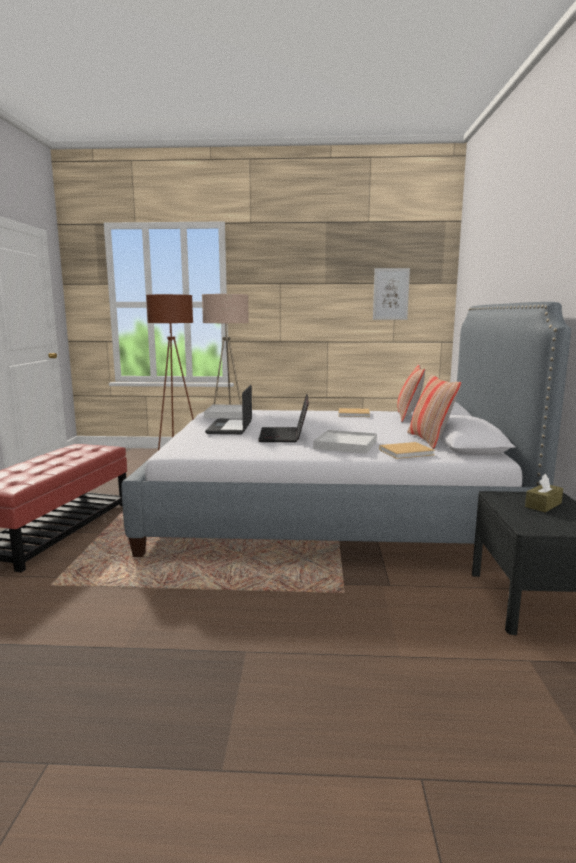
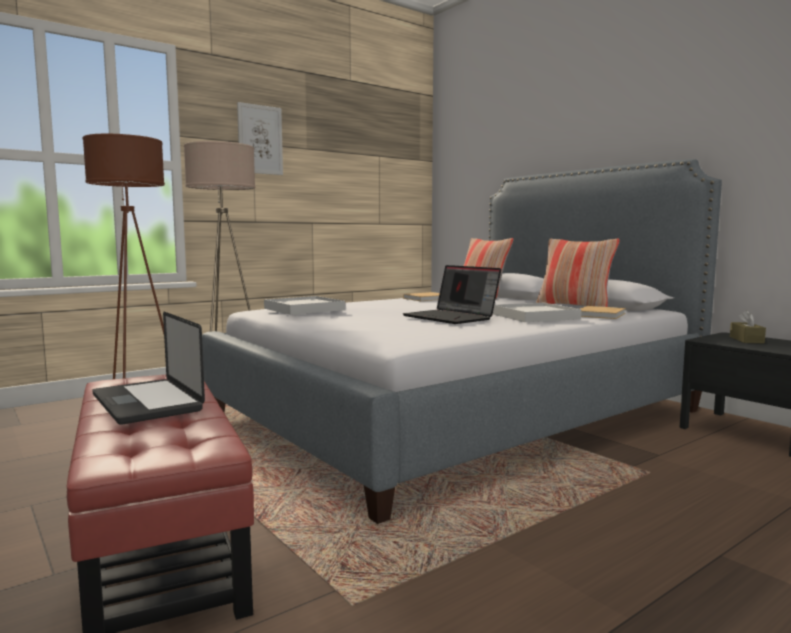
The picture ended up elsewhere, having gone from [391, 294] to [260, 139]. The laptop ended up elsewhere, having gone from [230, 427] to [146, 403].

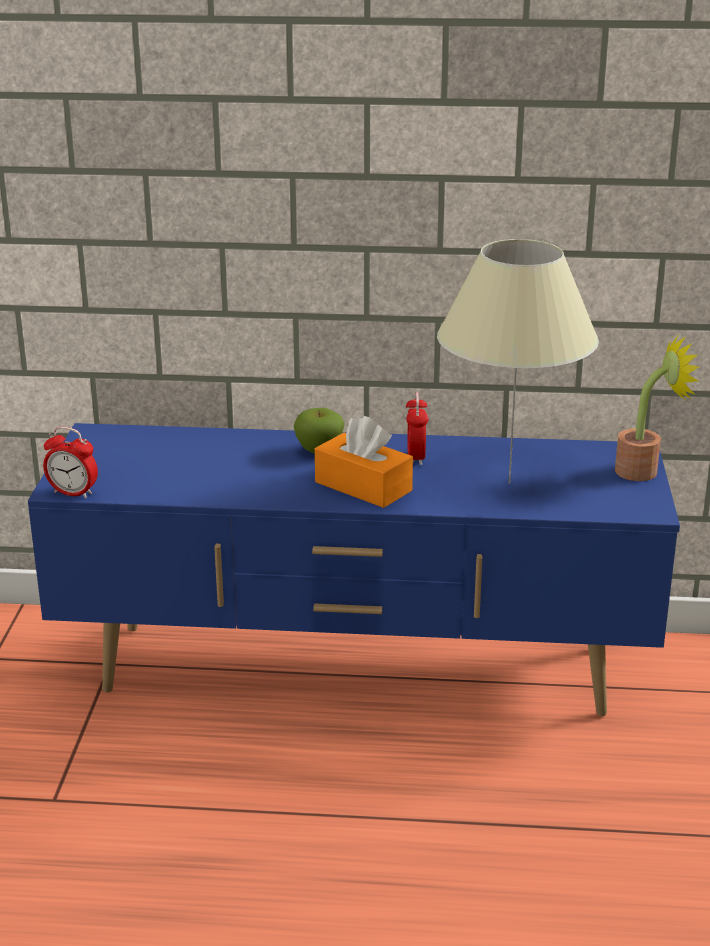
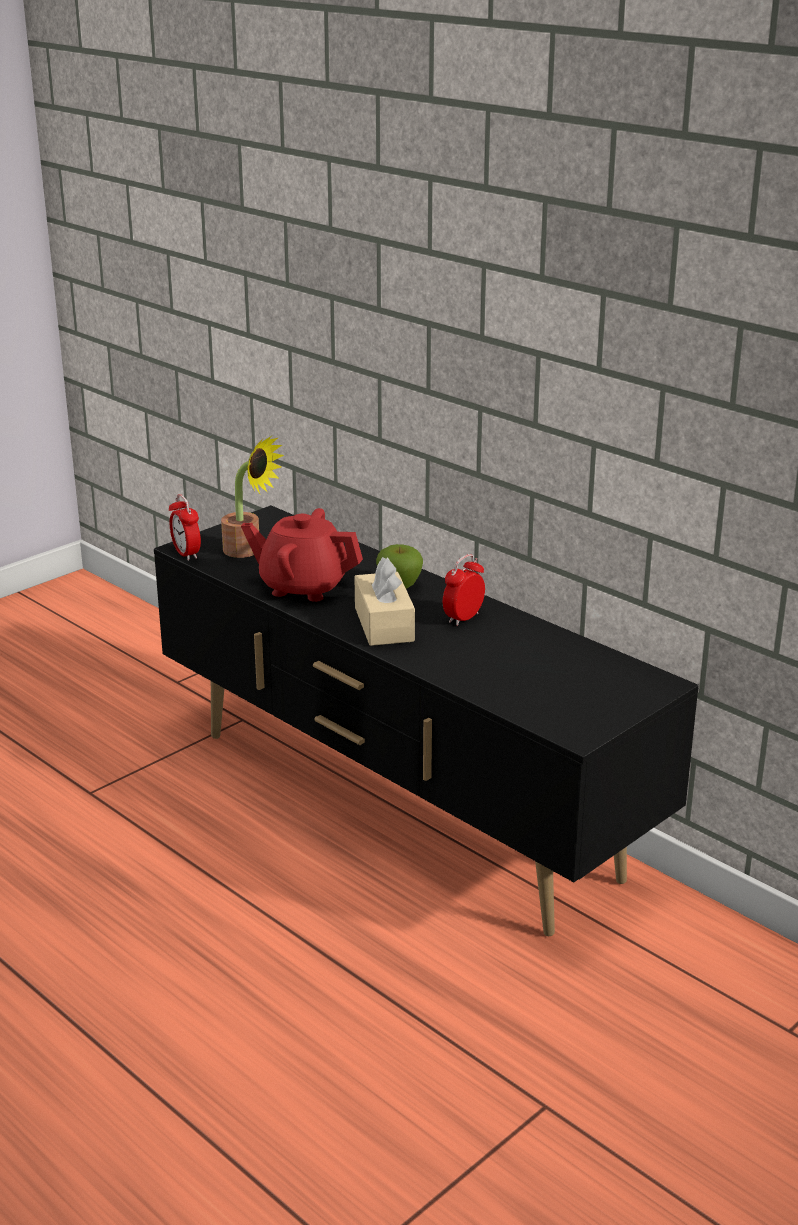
The second view lost the table lamp in sand-coloured at [510, 483]. The potted plant ended up elsewhere, having gone from [644, 470] to [248, 551]. What was the tissue box in orange at [363, 486] turned into the tissue box in sand-coloured at [384, 624]. What was the media console in blue-coloured at [357, 672] turned into the media console in black at [401, 806]. The second view gained the tea pot in red at [303, 587].

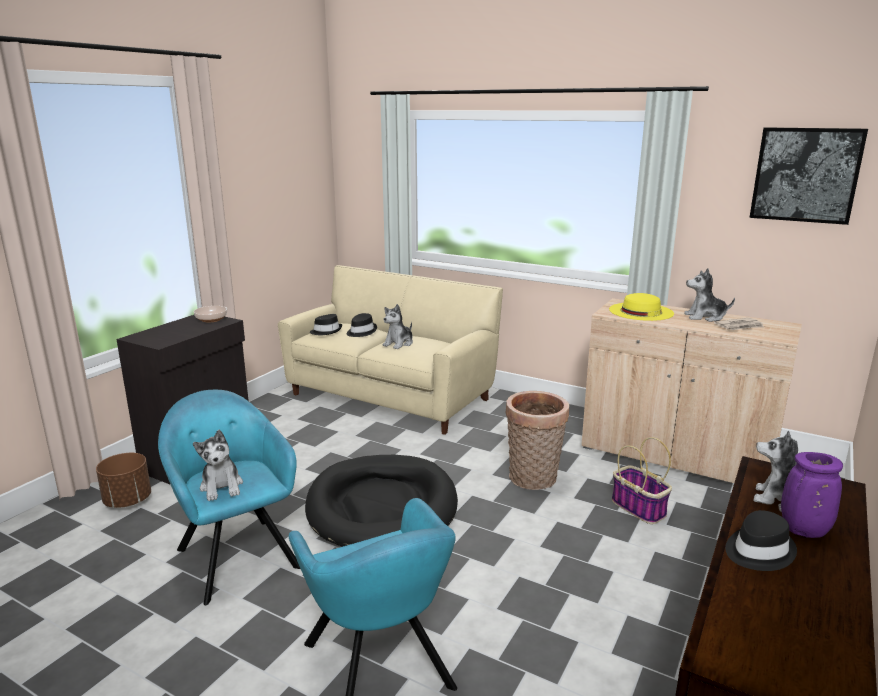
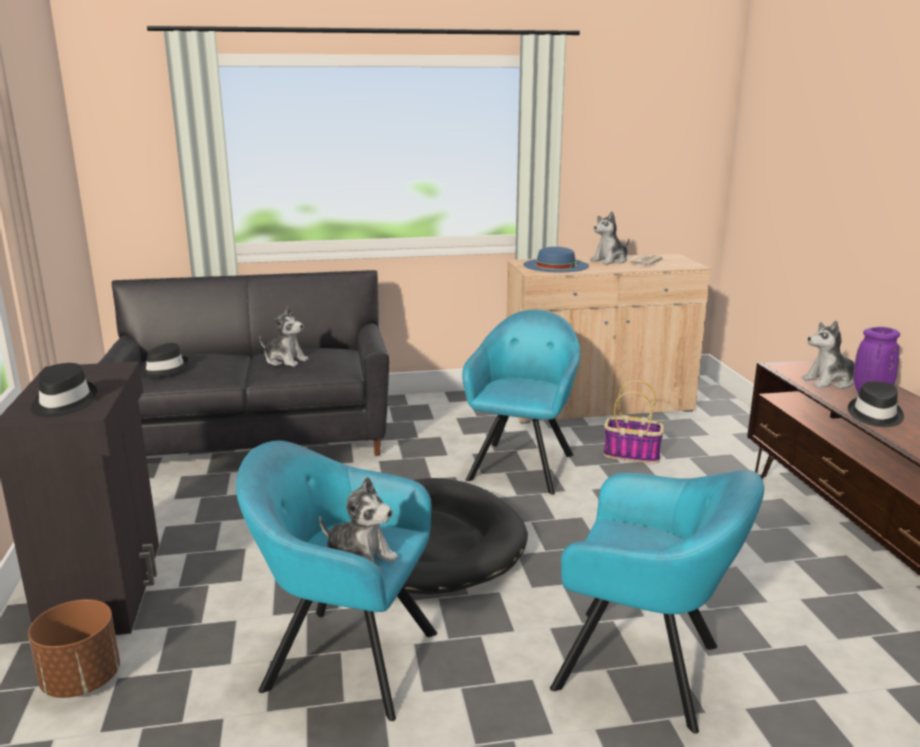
The second view lost the picture at [805, 175]. What was the settee in sand-coloured at [390, 397] turned into the settee in black at [258, 439]. What was the wearable hat in yellow-coloured at [641, 311] turned into the wearable hat in blue-coloured at [556, 265]. The plush toy at [399, 343] ended up facing another way, 60 degrees counterclockwise from before. The second view lost the deep dish at [211, 319]. The wearable hat in black ended up elsewhere, having gone from [361, 332] to [63, 403]. Where the basket stood at [533, 480], the lounge chair in turquoise came to stand at [522, 464].

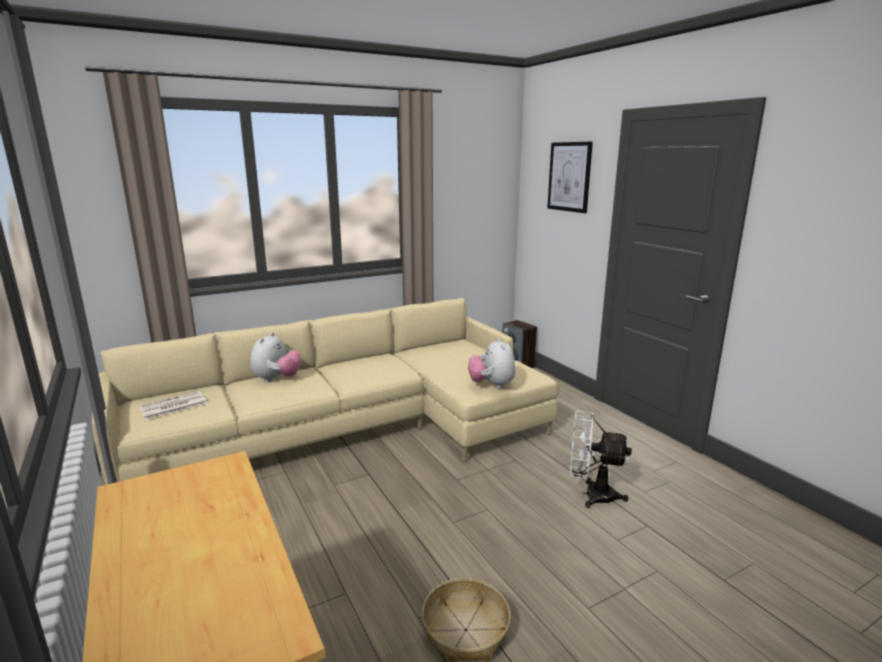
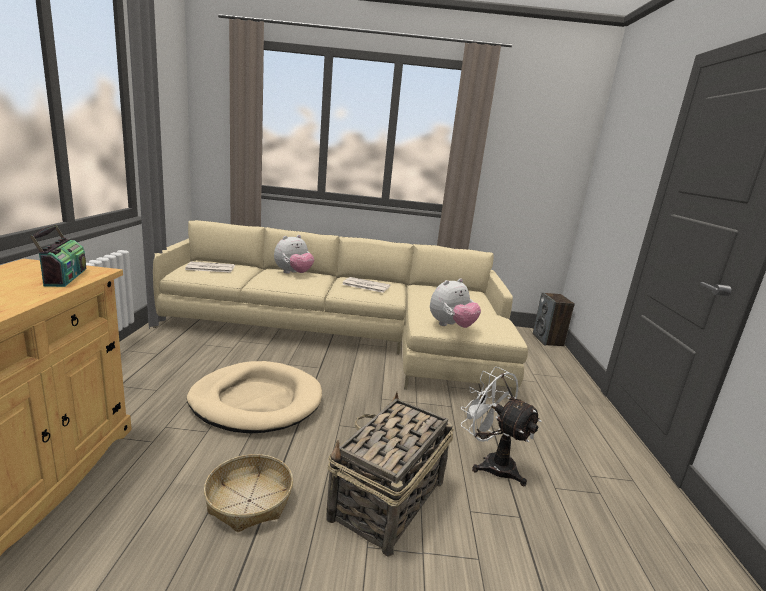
The second view lost the picture at [569, 177]. The plush toy at [492, 385] ended up facing another way, 150 degrees counterclockwise from before. The second view gained the radio at [63, 277]. The second view gained the newspaper at [365, 285]. The second view gained the dog bed in sand-coloured at [256, 401]. The second view gained the basket at [387, 500].

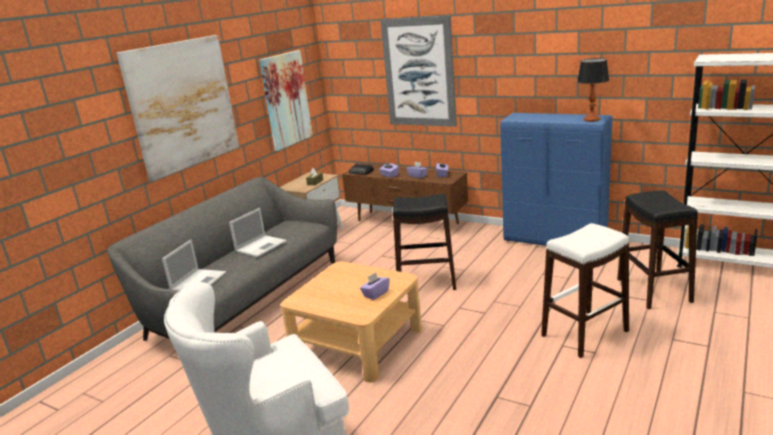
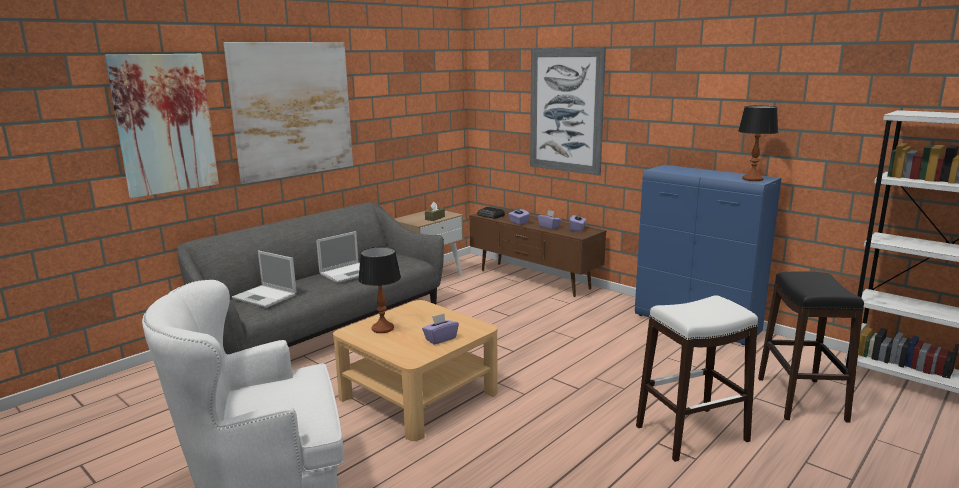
The picture ended up elsewhere, having gone from [286, 100] to [165, 124]. The second view lost the stool seat in black at [426, 281]. The laptop at [199, 281] ended up facing another way, 90 degrees clockwise from before. The second view gained the table lamp at [383, 328].

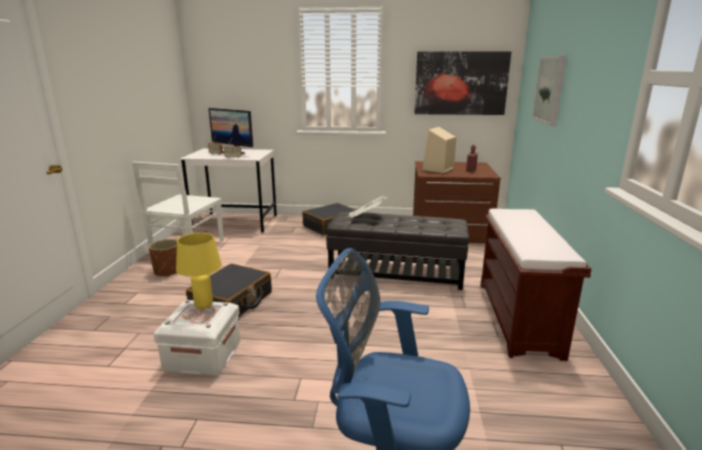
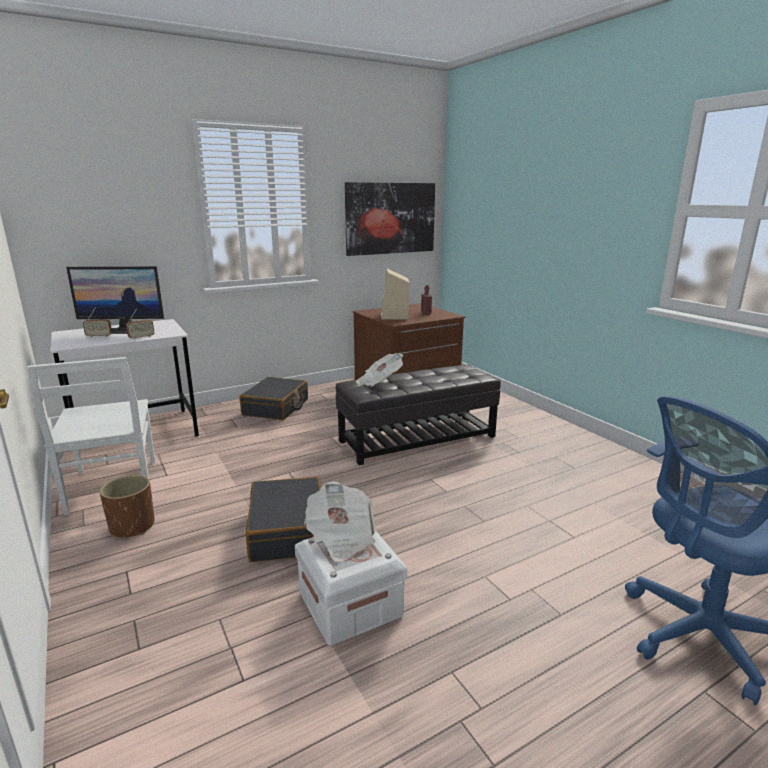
The second view lost the picture at [550, 90]. The second view lost the bench in brown at [519, 318]. Where the table lamp in yellow-coloured stood at [203, 306], the newspaper came to stand at [341, 537].

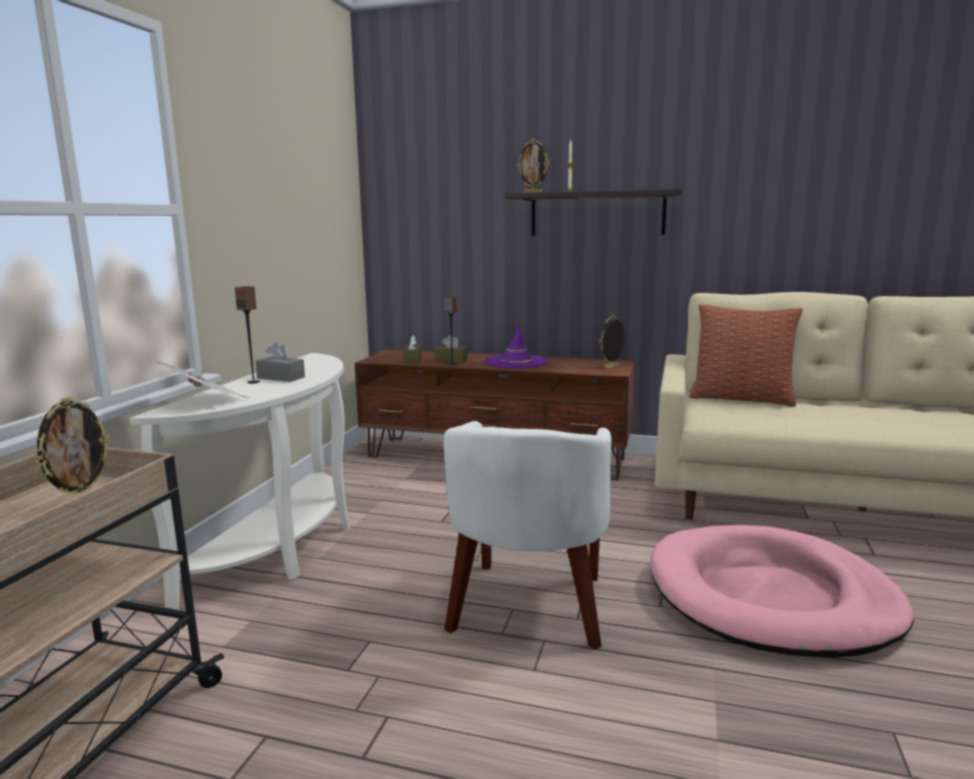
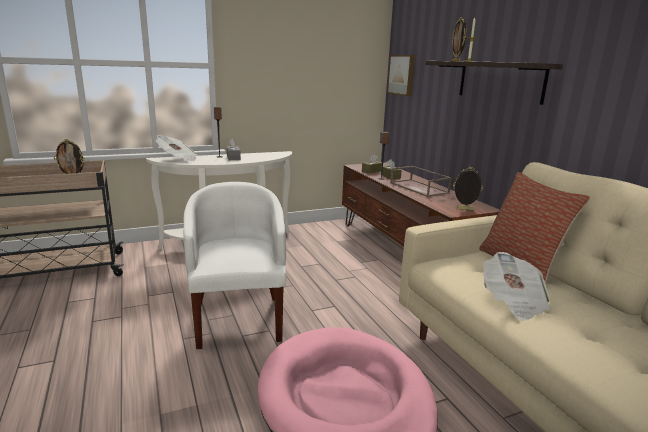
Where the wearable hat in purplish stood at [516, 362], the carrying tray in brown came to stand at [419, 188]. The lounge chair in white-coloured at [528, 608] ended up facing another way, 105 degrees clockwise from before. The second view gained the picture at [402, 75]. The second view gained the newspaper at [513, 302].

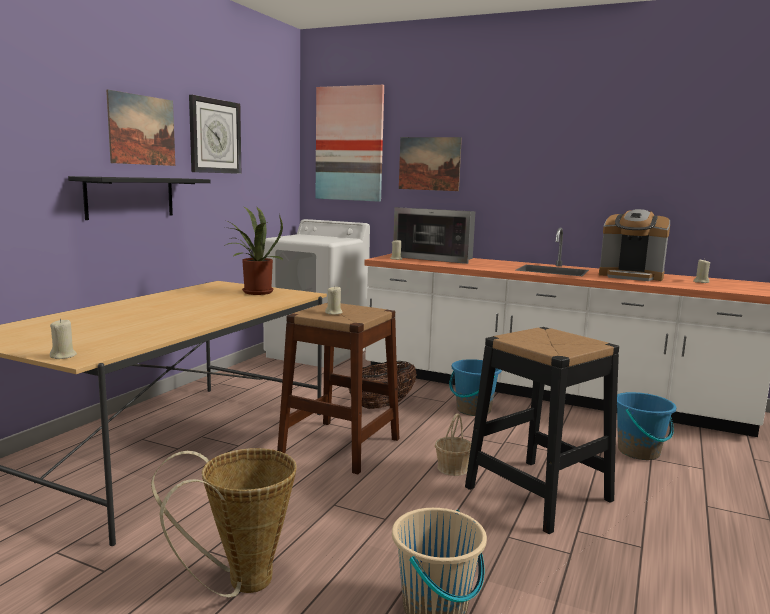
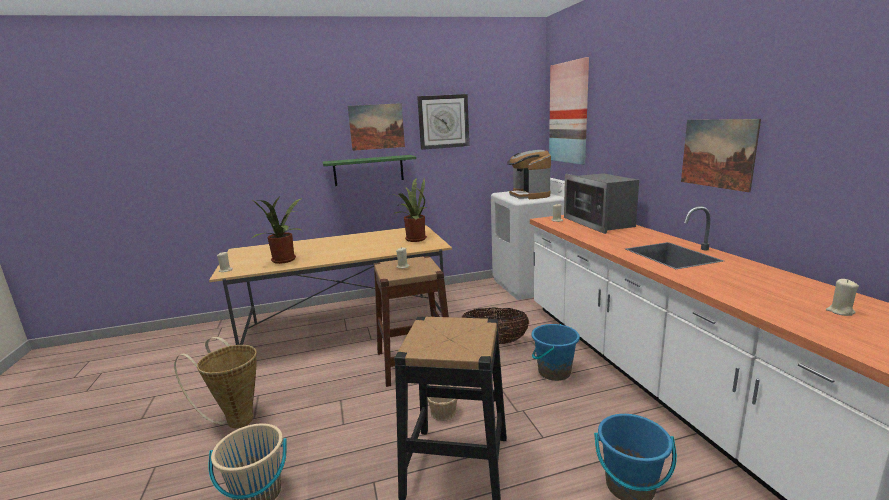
The picture ended up elsewhere, having gone from [429, 163] to [717, 153]. What was the wall shelf in black at [130, 197] turned into the wall shelf in green-coloured at [368, 170]. The coffee machine ended up elsewhere, having gone from [631, 276] to [529, 195]. The second view gained the potted plant at [285, 260].

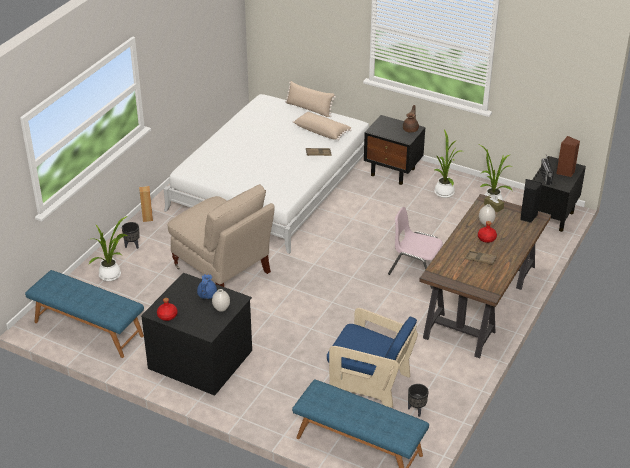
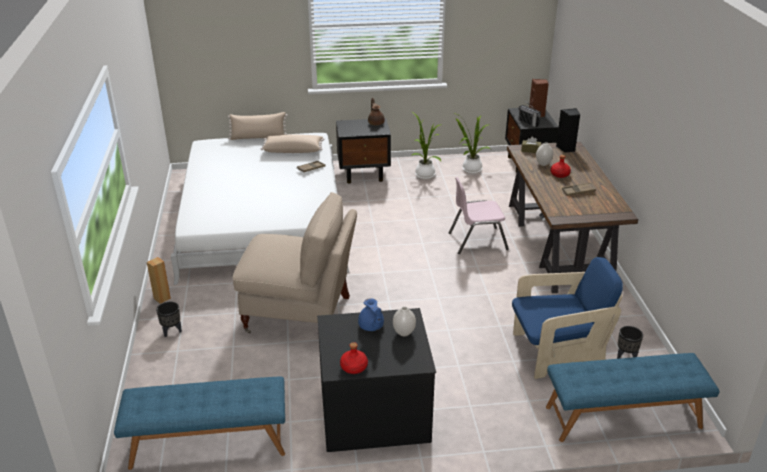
The second view lost the potted plant at [112, 275].

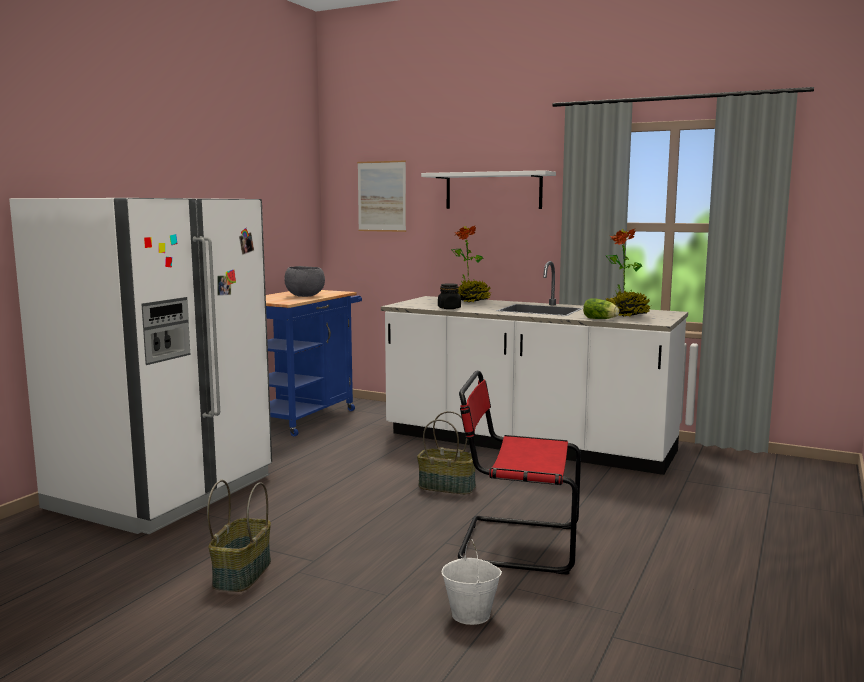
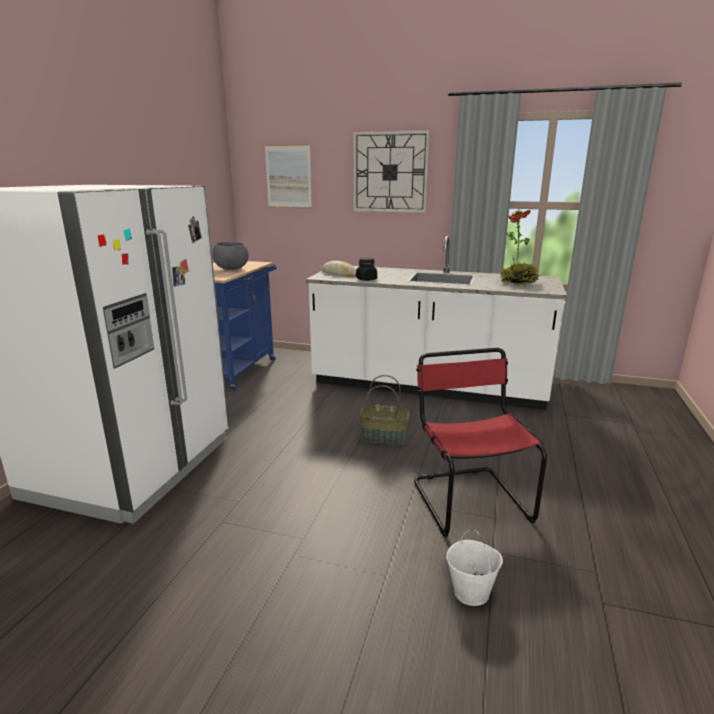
Where the wall shelf in white-coloured hung at [493, 190], the hanging clock came to hang at [390, 172]. The second view lost the potted plant at [470, 301]. The second view lost the head of lettuce at [601, 319]. The upright chair in red at [514, 544] ended up facing another way, 75 degrees clockwise from before. The second view lost the basket at [241, 573]. The second view gained the bakery bread at [339, 274].

